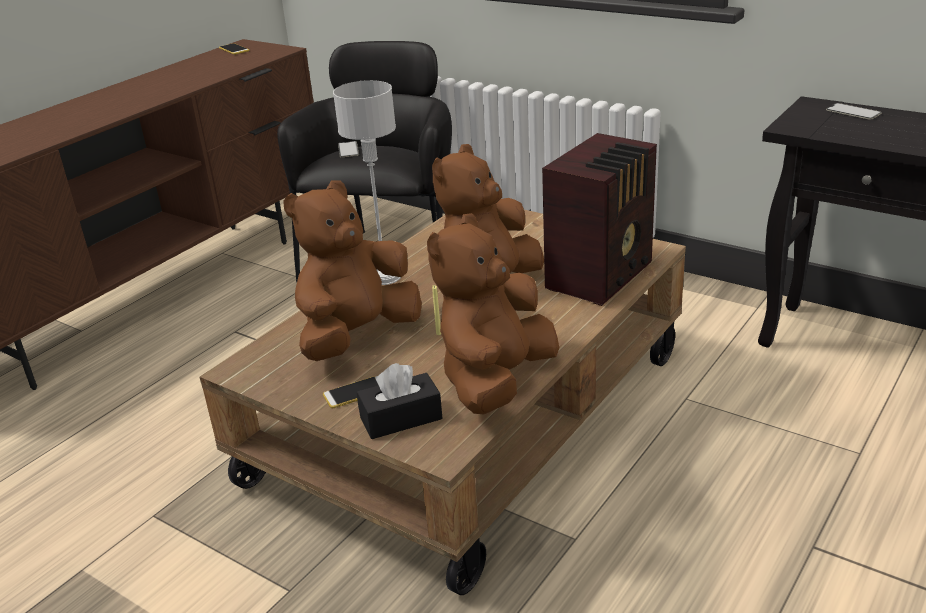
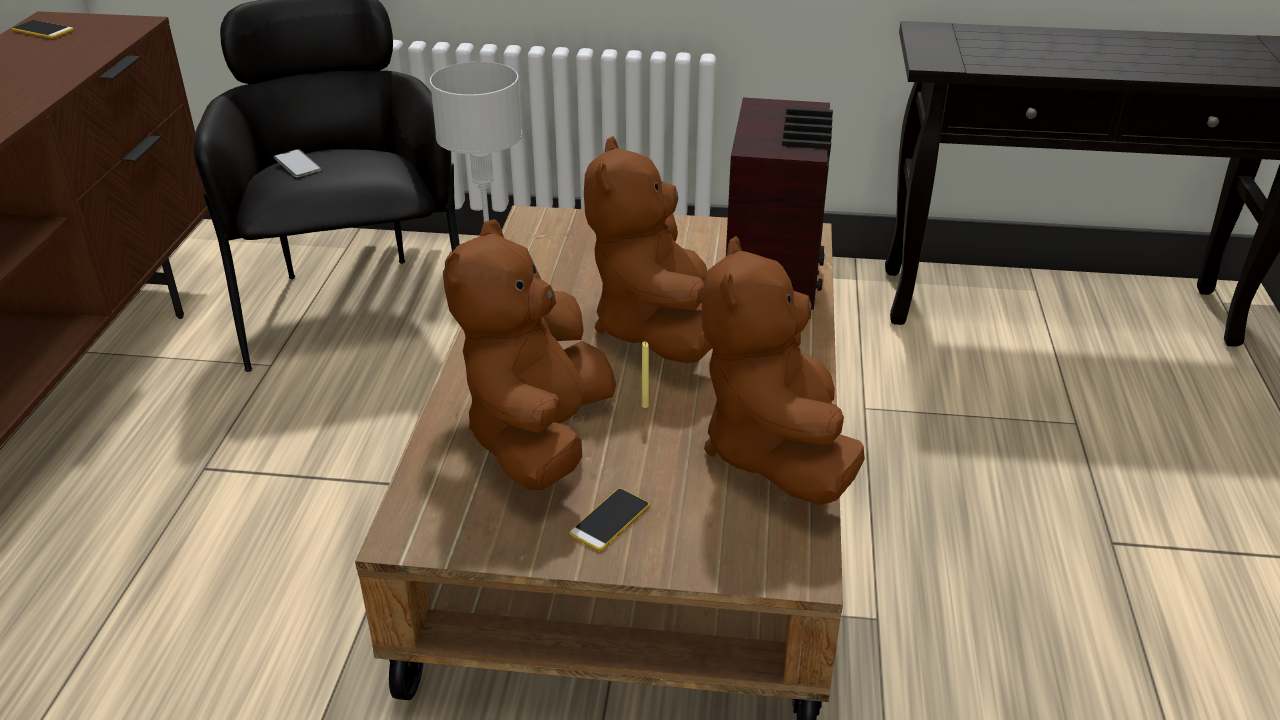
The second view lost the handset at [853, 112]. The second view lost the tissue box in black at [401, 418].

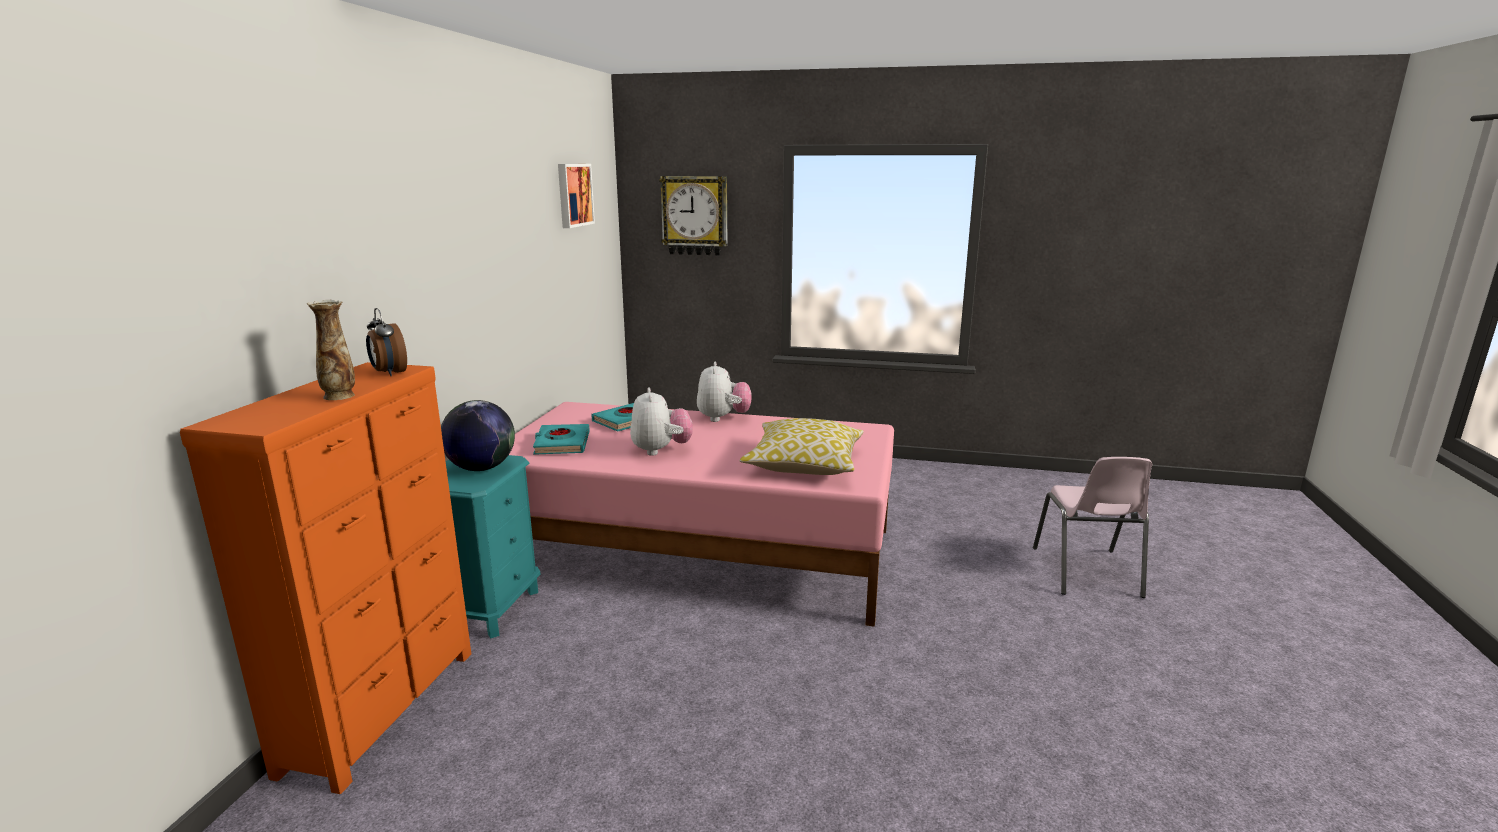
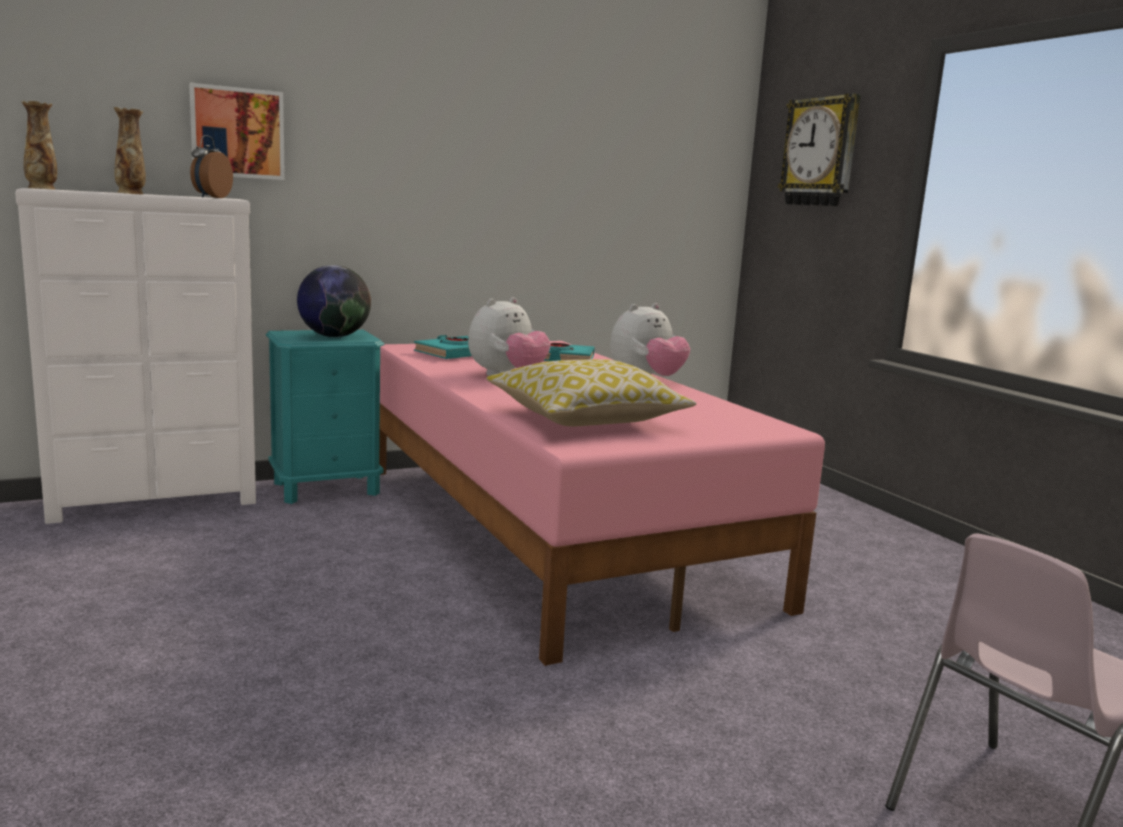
The picture ended up elsewhere, having gone from [573, 195] to [237, 133]. What was the drawer chest in orange at [384, 709] turned into the drawer chest in white-coloured at [155, 503]. The second view gained the decorative vase at [42, 189].

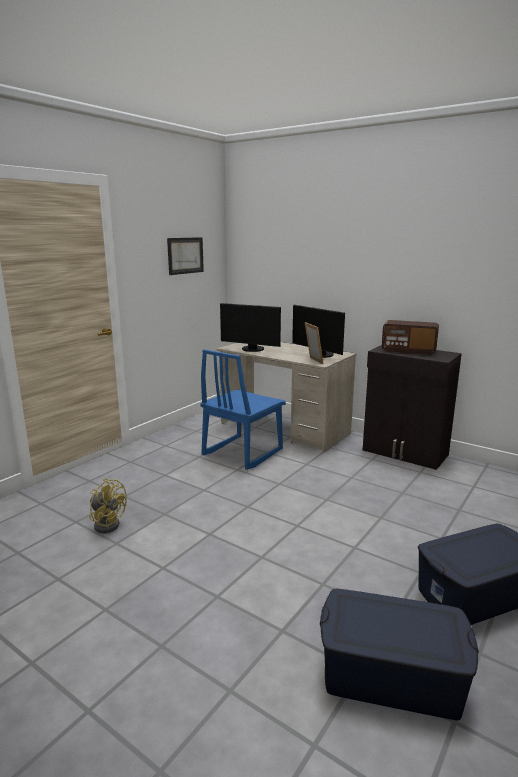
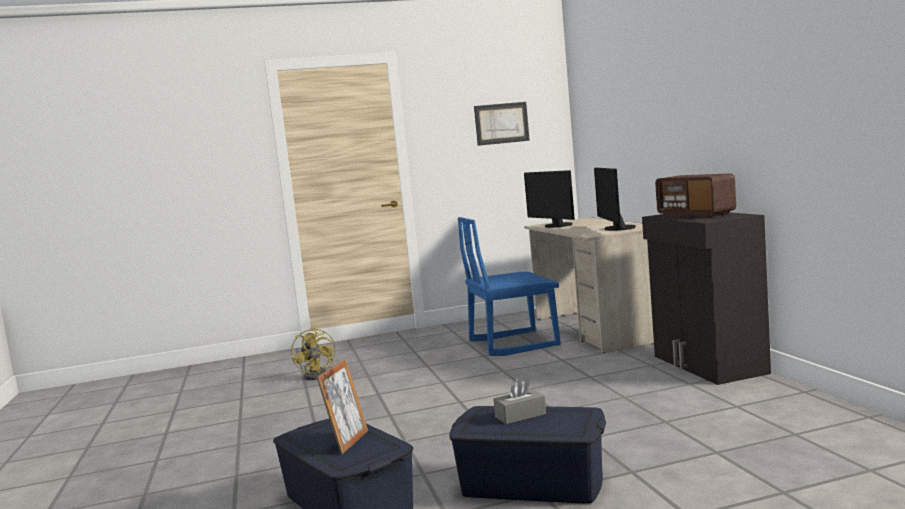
The standing frame ended up elsewhere, having gone from [313, 361] to [348, 442]. The second view gained the tissue box in greyish at [520, 415].

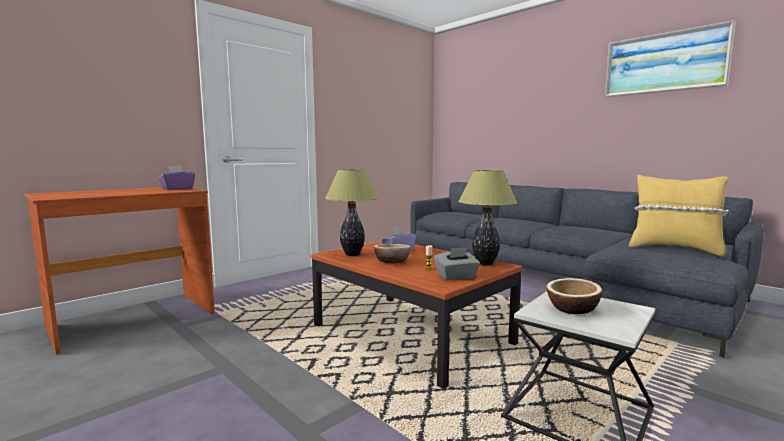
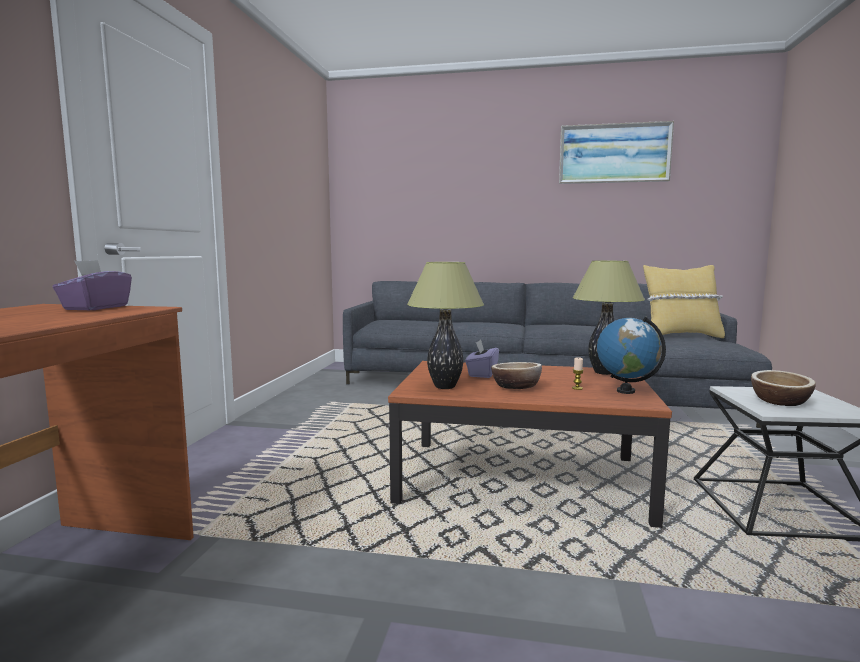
Where the tissue box in greyish stood at [456, 277], the globe came to stand at [626, 391].

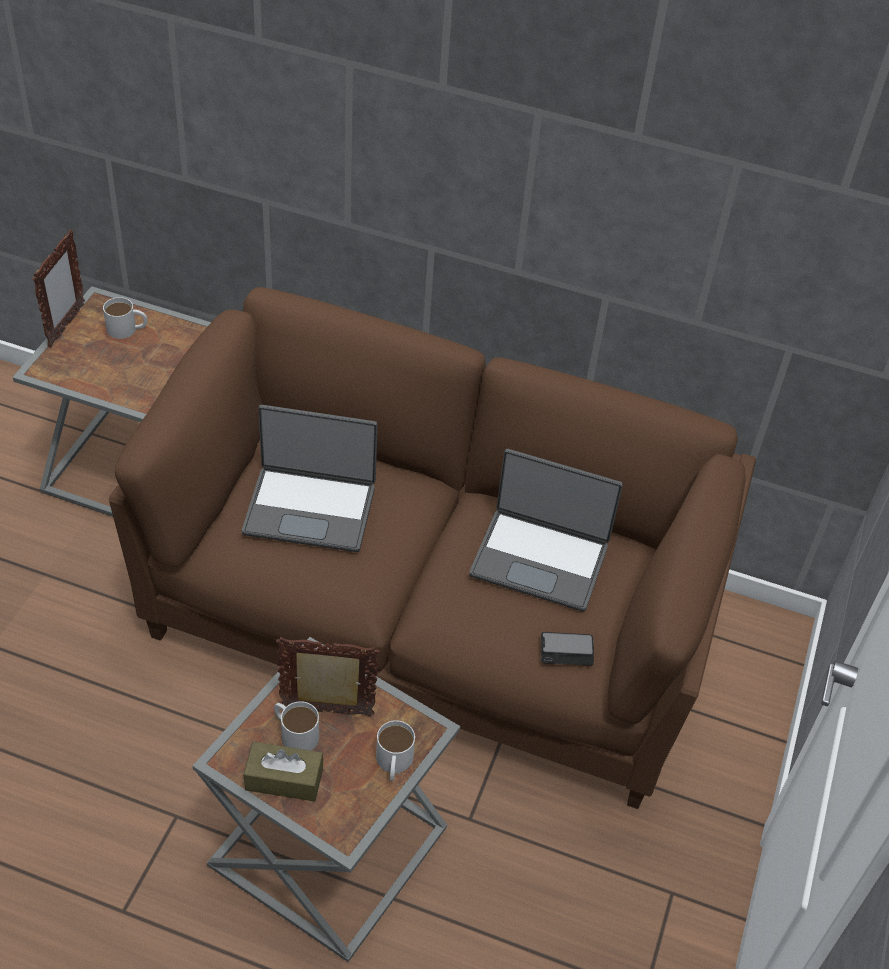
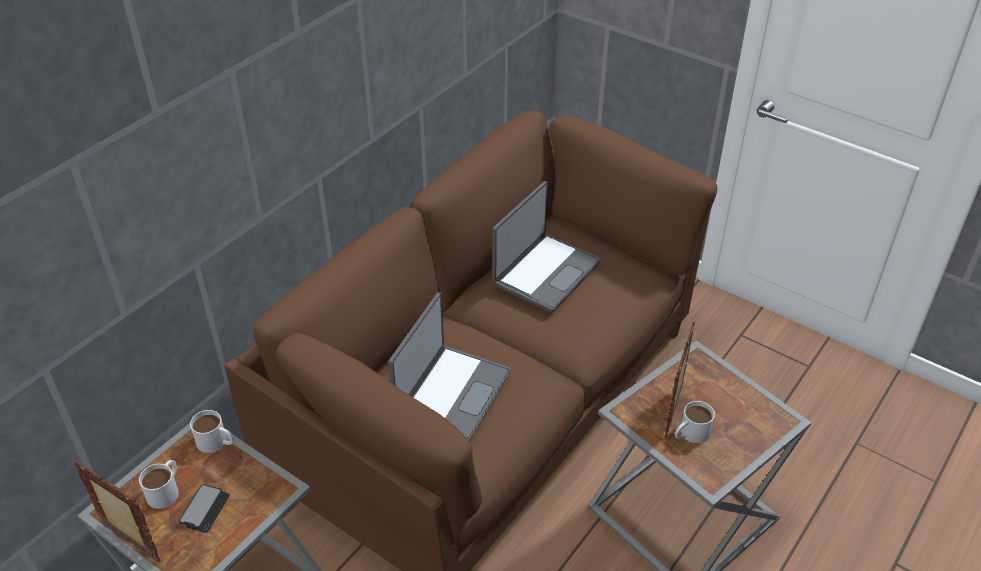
The handset ended up elsewhere, having gone from [567, 650] to [205, 509]. The mug in white-coloured ended up elsewhere, having gone from [393, 763] to [217, 442]. The second view lost the tissue box in brown at [284, 779].

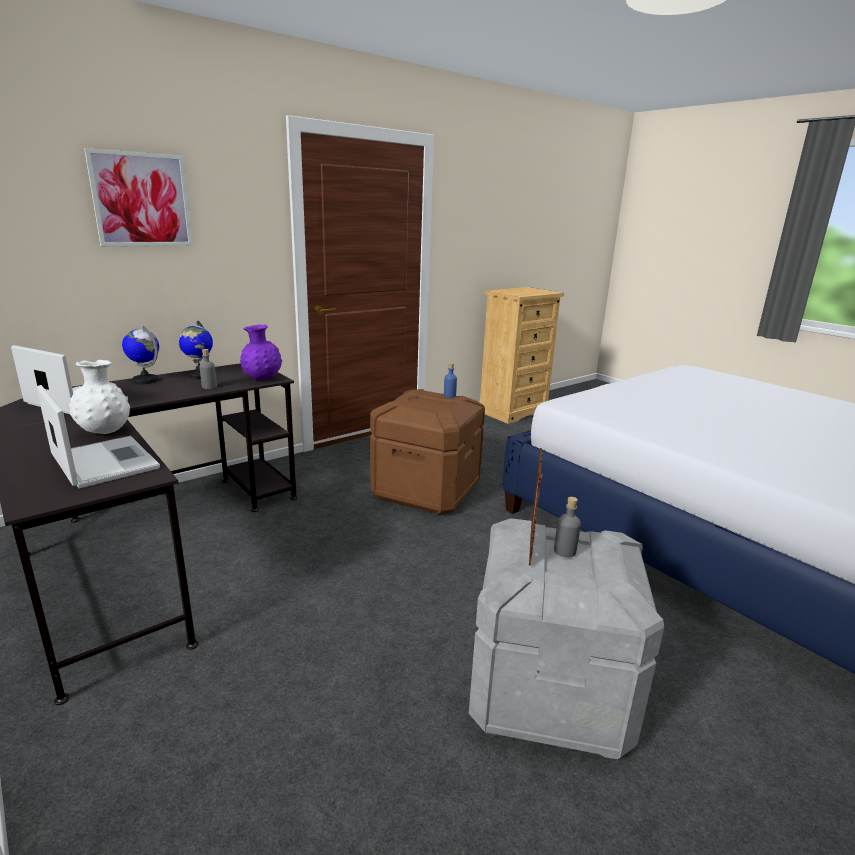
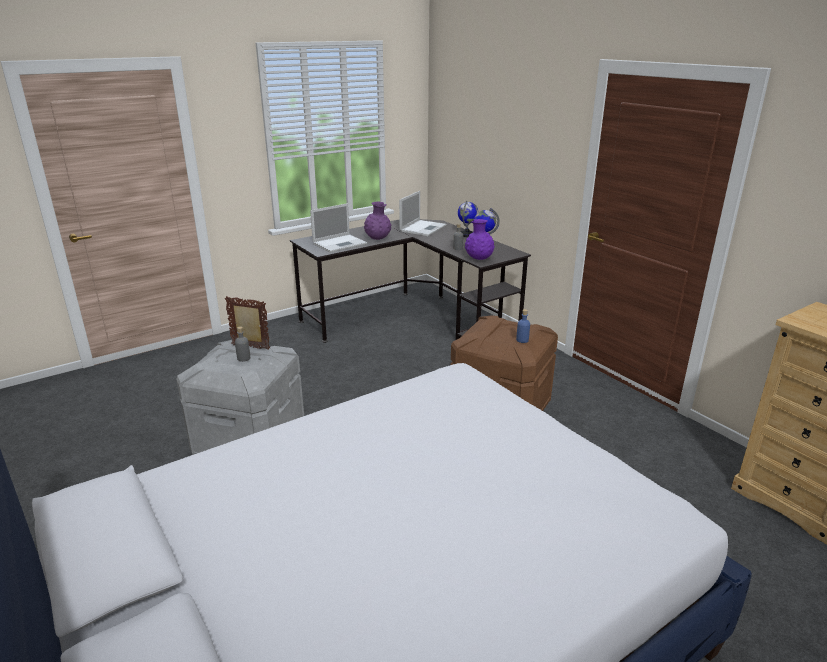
The second view lost the picture at [141, 200]. What was the decorative vase in white-coloured at [105, 432] turned into the decorative vase in purplish at [378, 239].

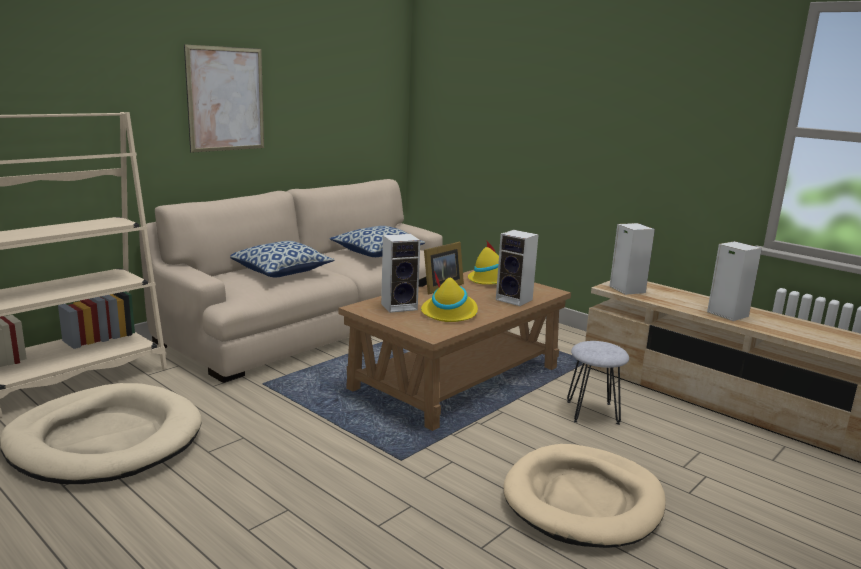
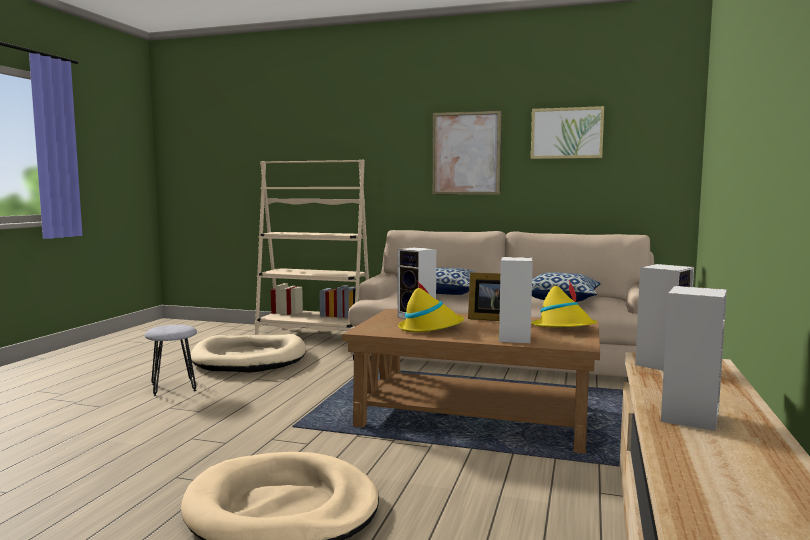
The stool seat in greyish ended up elsewhere, having gone from [592, 412] to [174, 387]. The second view gained the picture at [566, 133].

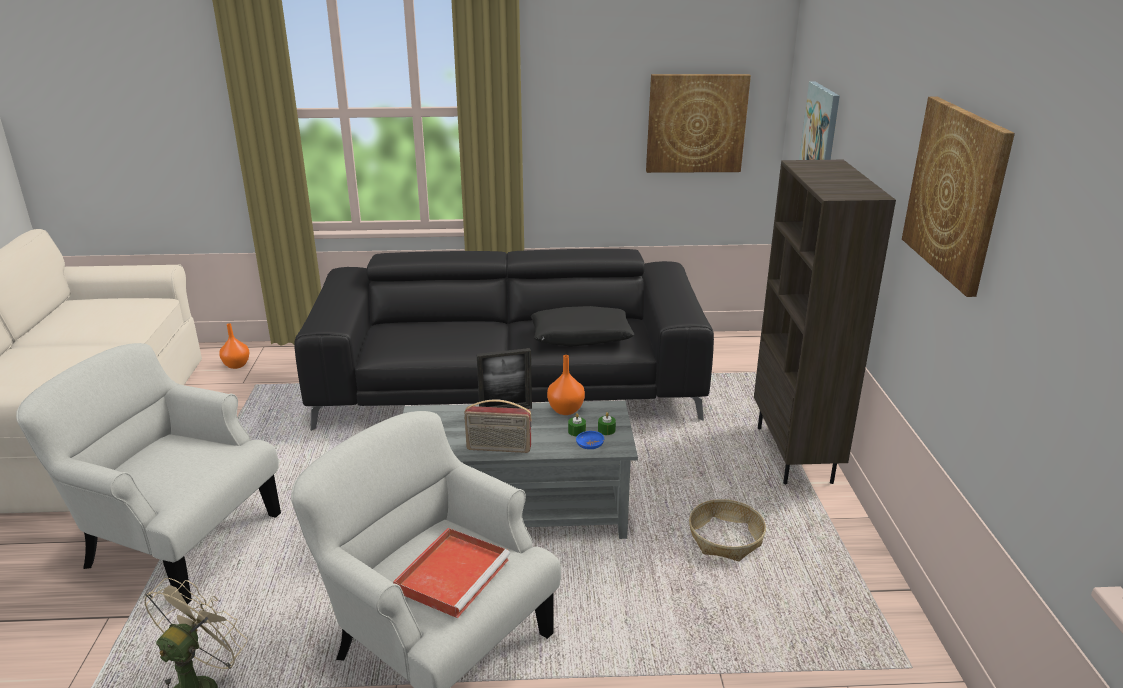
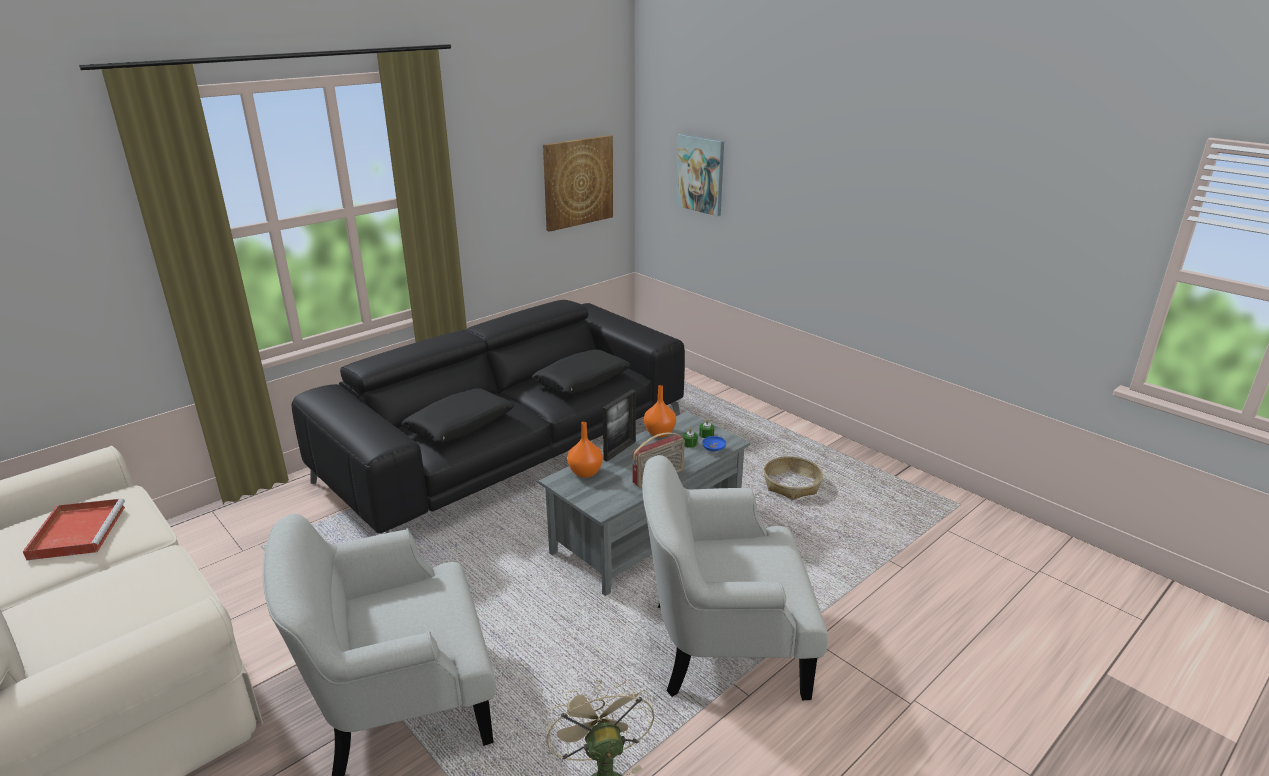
The second view lost the picture at [956, 192]. The second view lost the shelving unit in brown at [795, 455]. The decorative vase in orange ended up elsewhere, having gone from [237, 365] to [585, 472]. The carrying tray in red ended up elsewhere, having gone from [453, 573] to [78, 531]. The second view gained the cushion in black at [460, 425].

